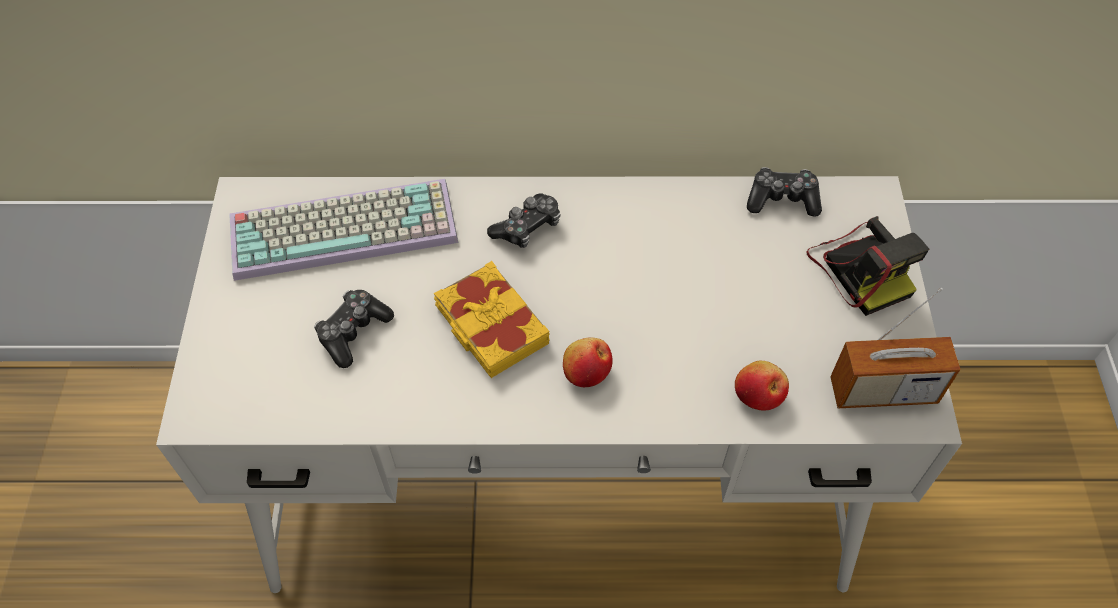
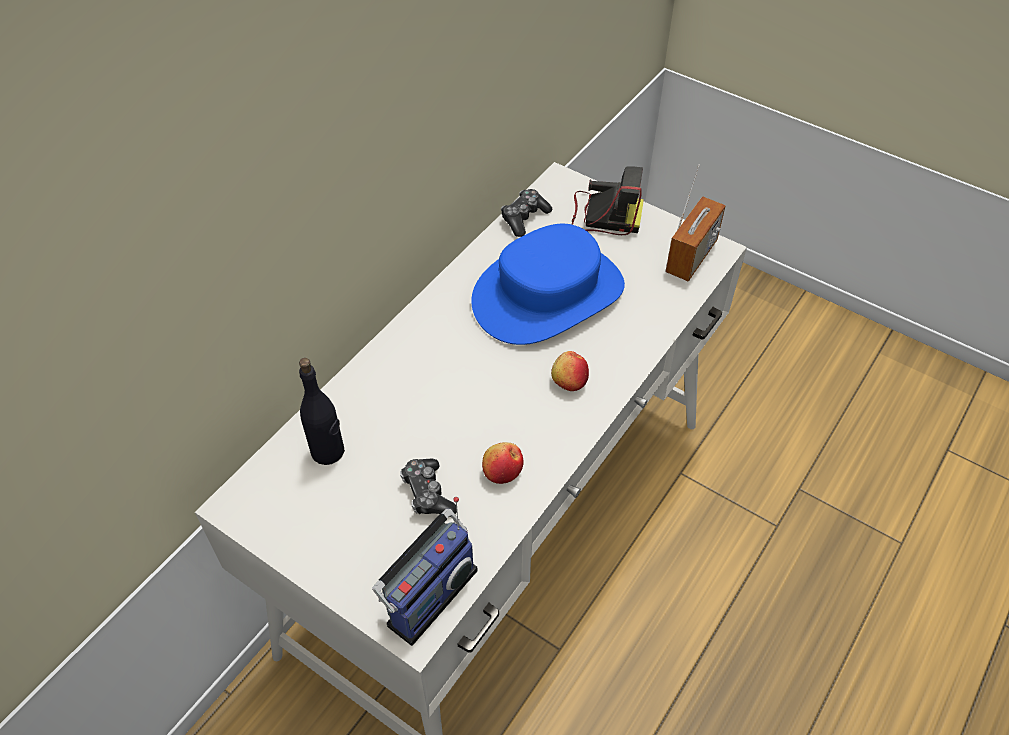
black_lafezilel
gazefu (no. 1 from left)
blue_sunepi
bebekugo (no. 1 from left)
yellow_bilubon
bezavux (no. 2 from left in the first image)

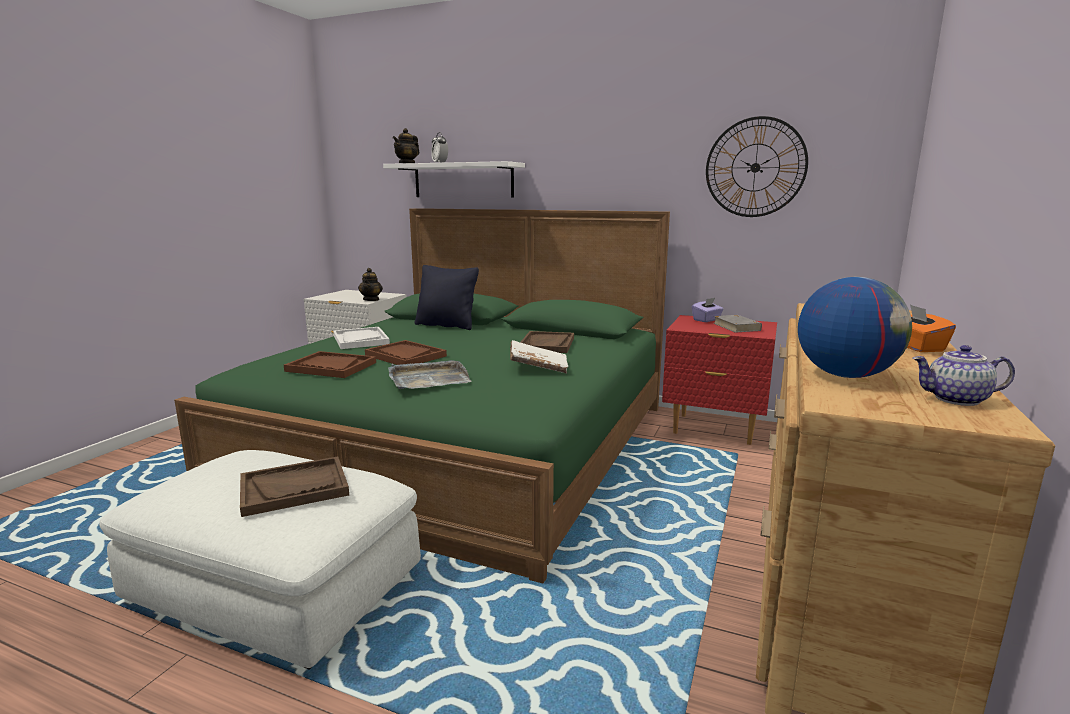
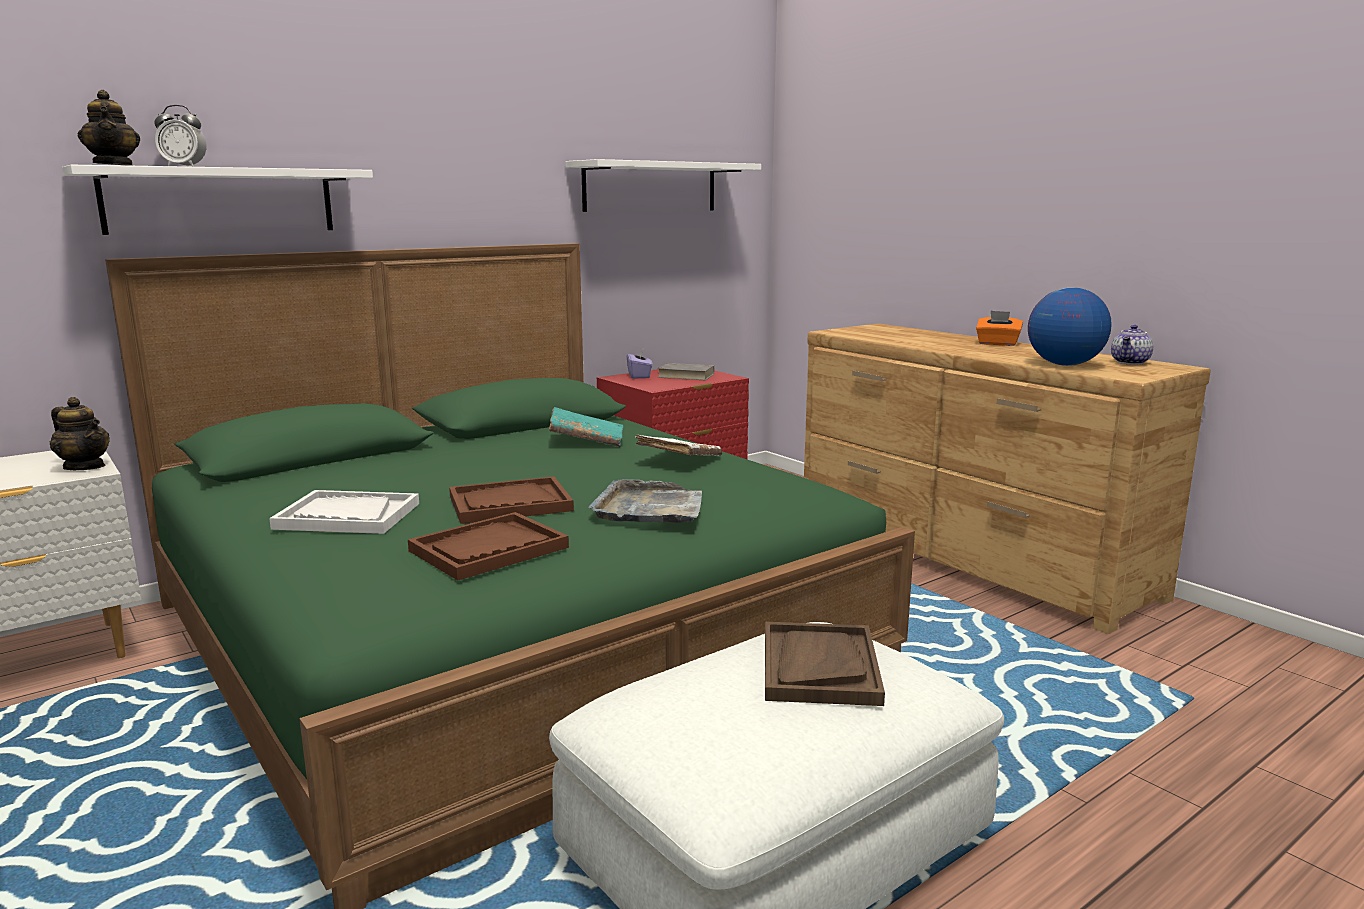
turquoise_bilubon
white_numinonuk (no. 2 from left)
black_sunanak

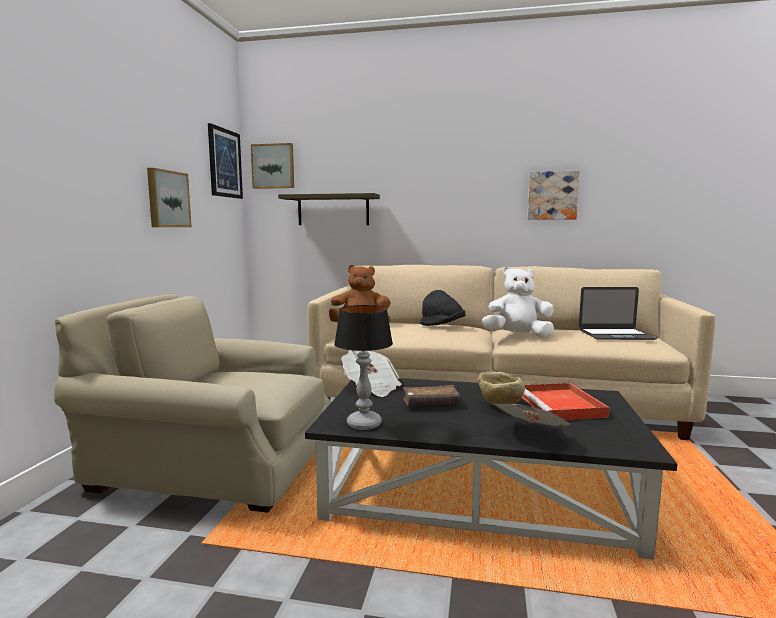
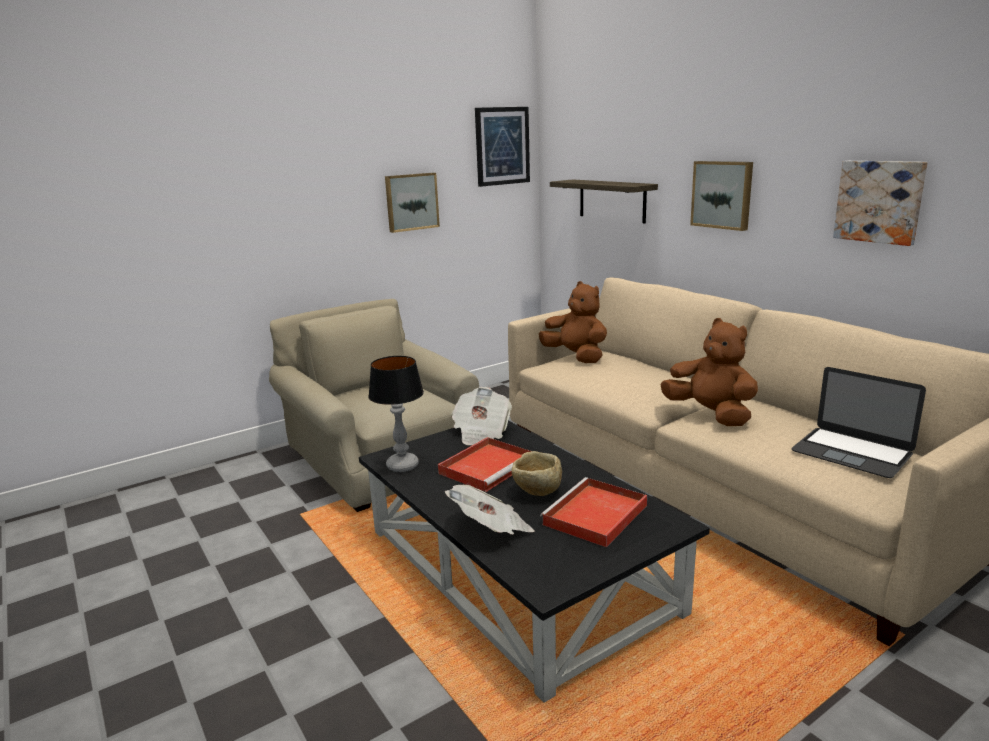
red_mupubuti (no. 1 from left)
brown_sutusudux (no. 2 from left)
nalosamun (no. 3 from left)
black_sunepi

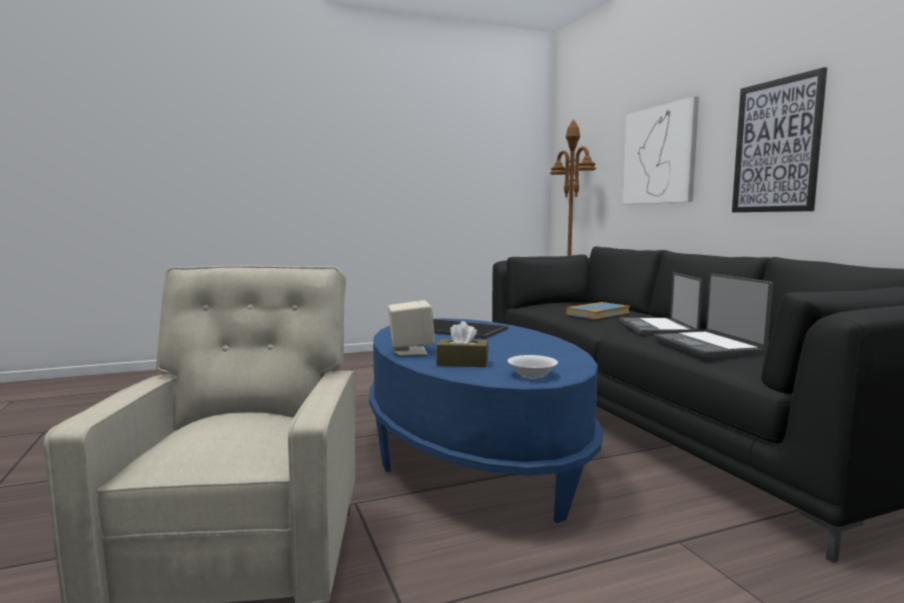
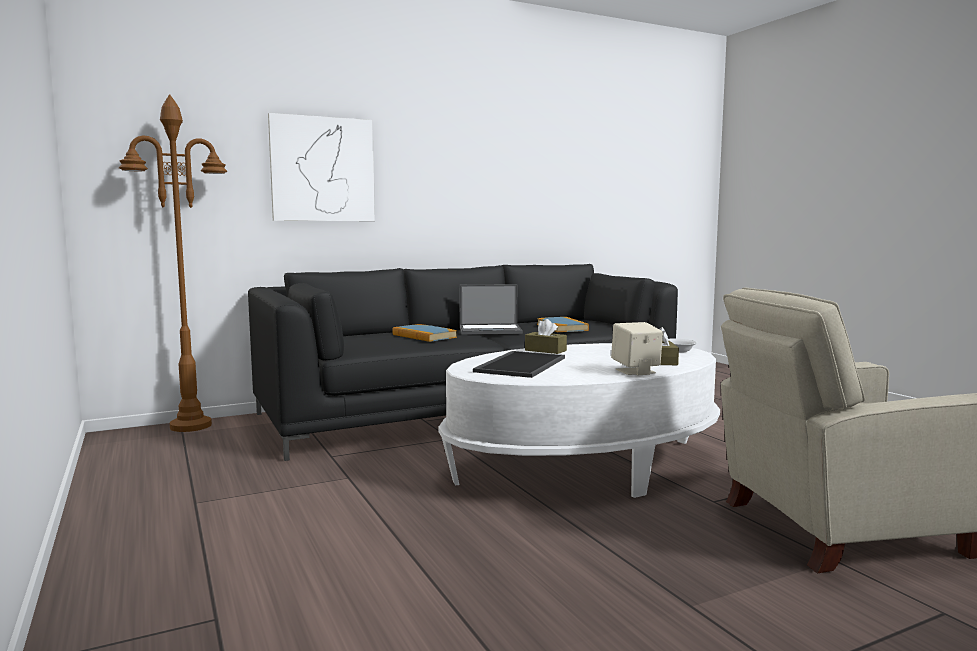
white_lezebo
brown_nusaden (no. 1 from left)
bilubon (no. 2 from left)
nalosamun (no. 2 from left in the first image)

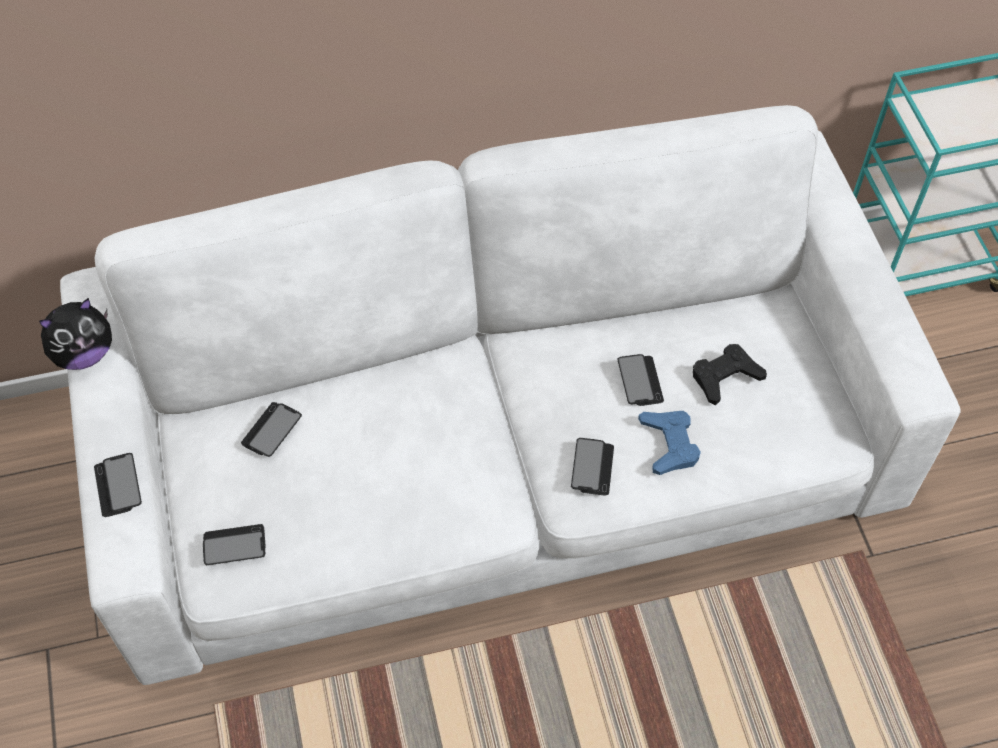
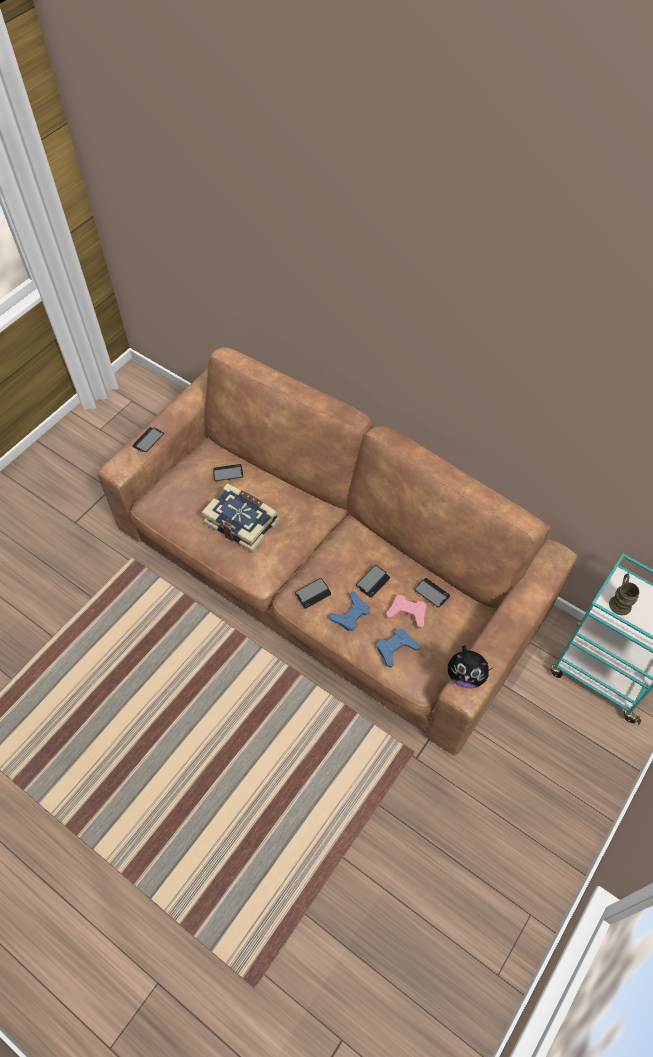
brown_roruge
bilubon
blue_bezavux (no. 2 from left)
pink_bezavux
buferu (no. 5 from left)
sutusudux
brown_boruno

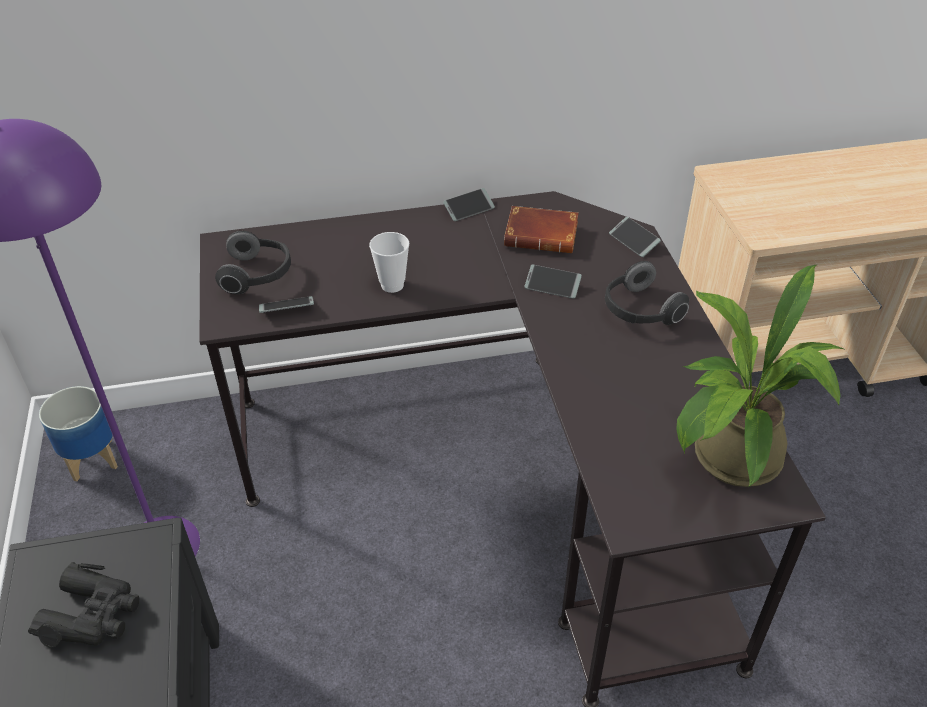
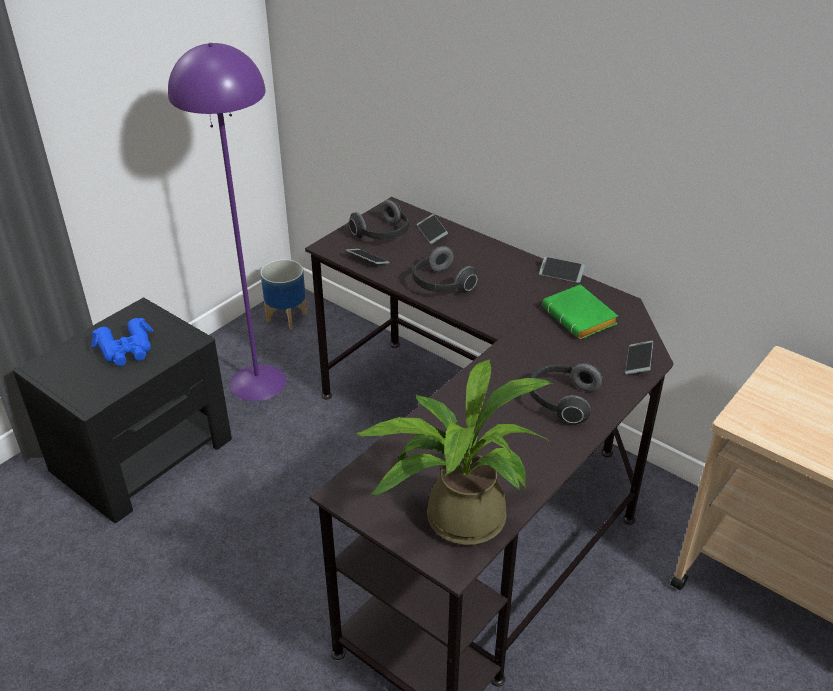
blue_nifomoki
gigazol (no. 2 from left)
buferu (no. 2 from left)
green_bilubon

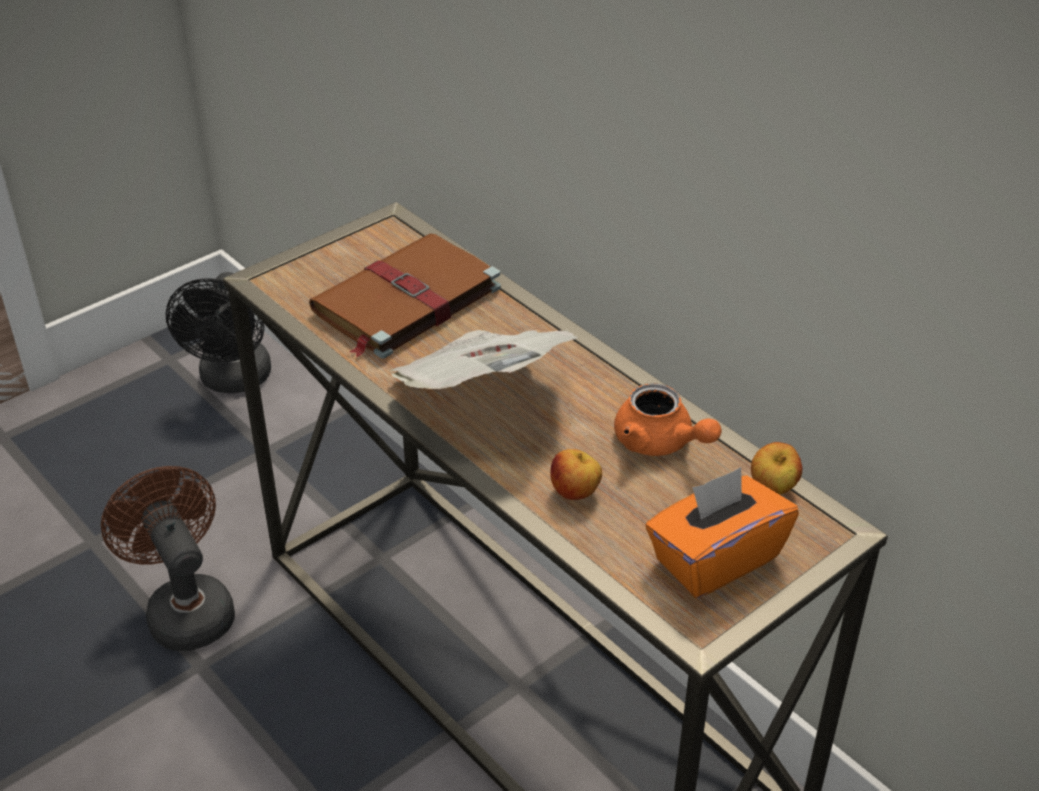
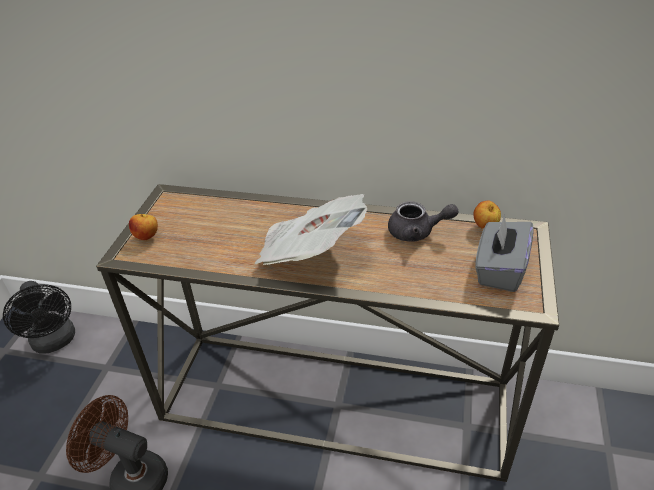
bebekugo (no. 1 from left)
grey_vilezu
grey_nusaden
brown_bilubon

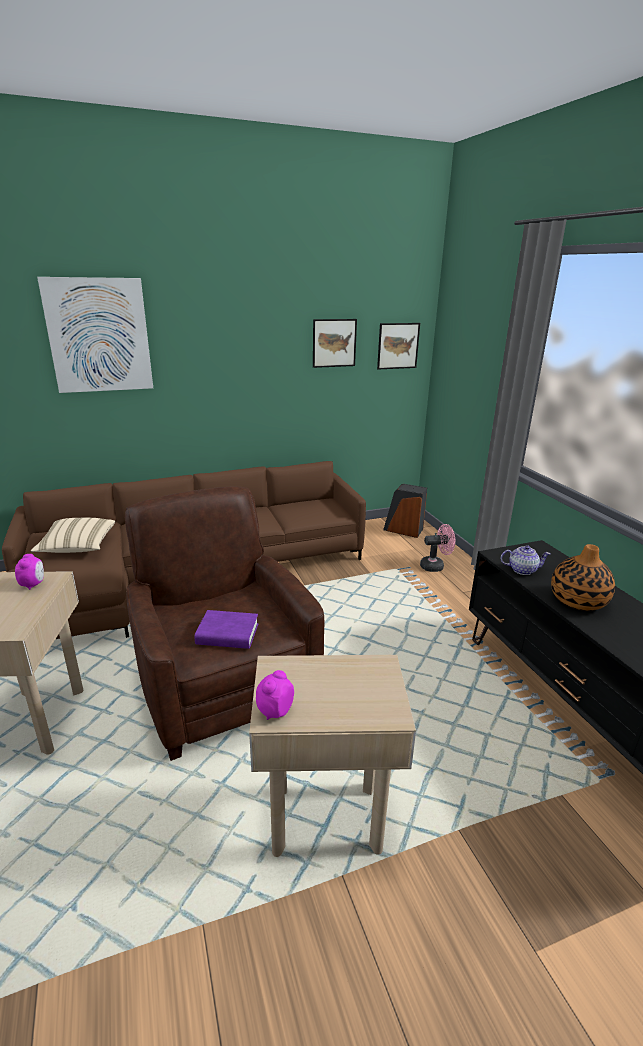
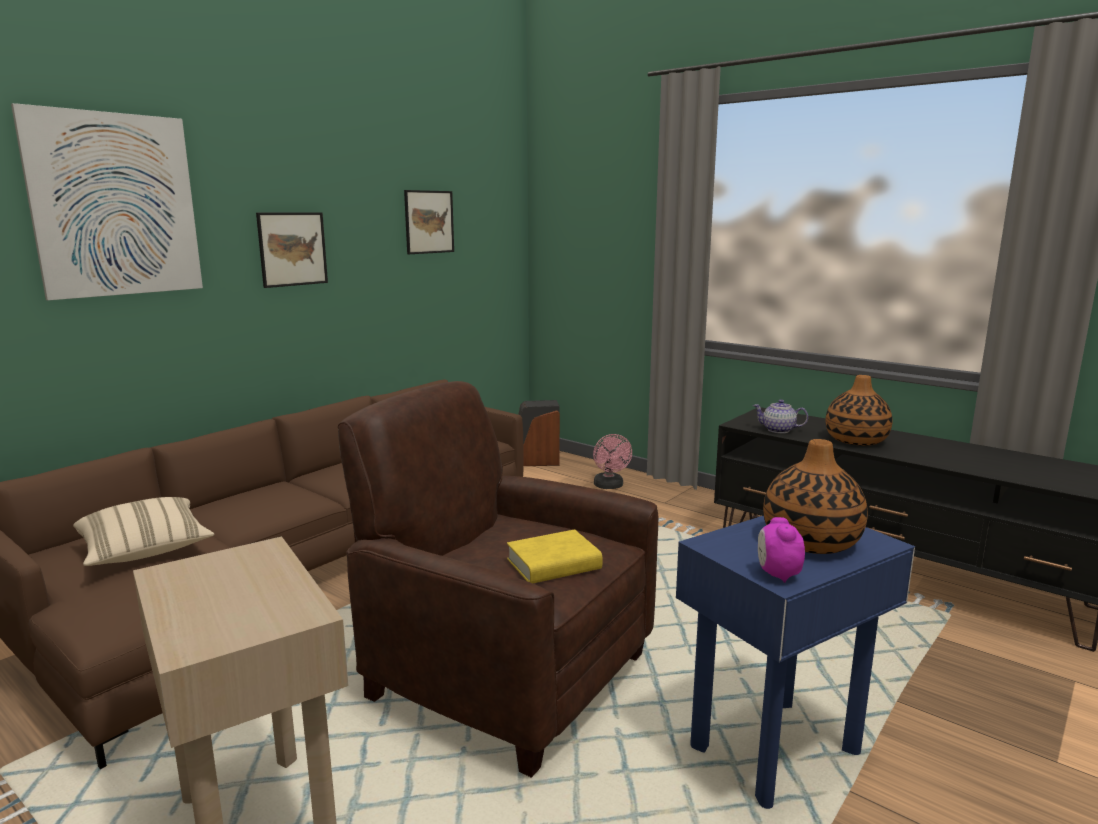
nalosamun (no. 2 from left)
yellow_bilubon
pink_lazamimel
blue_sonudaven
vilezu
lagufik (no. 1 from left)
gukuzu (no. 1 from left in the first image)

